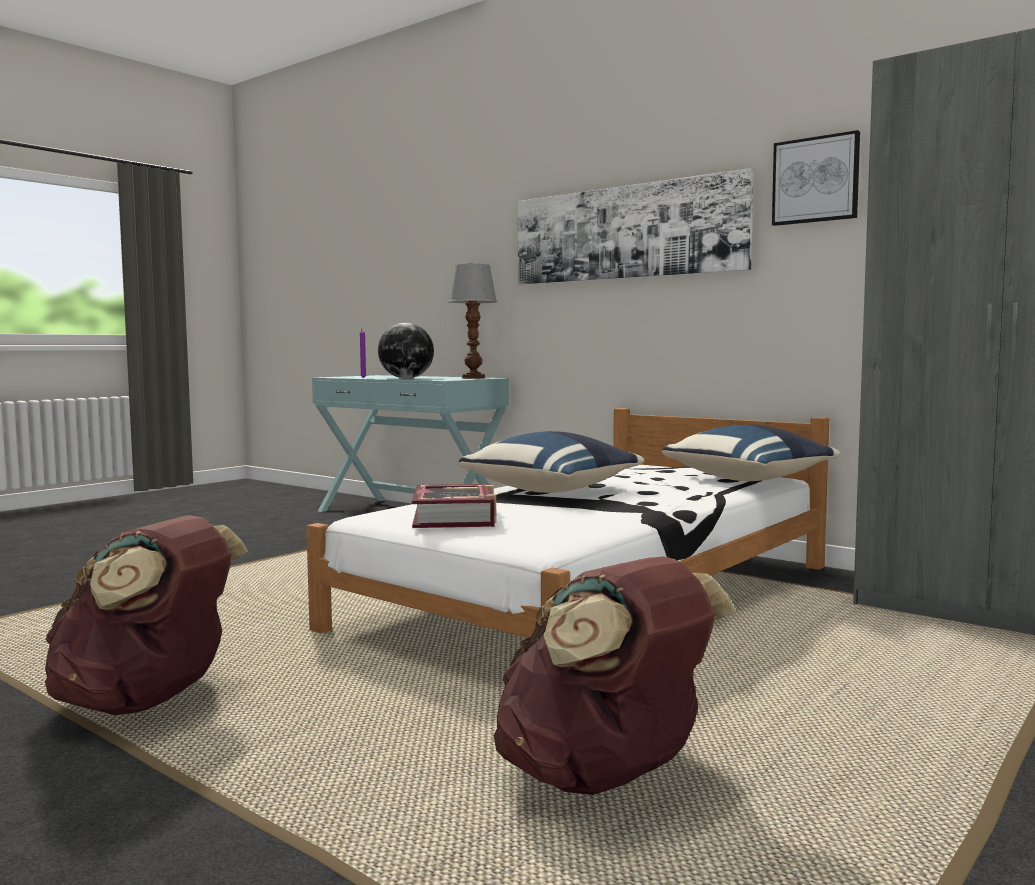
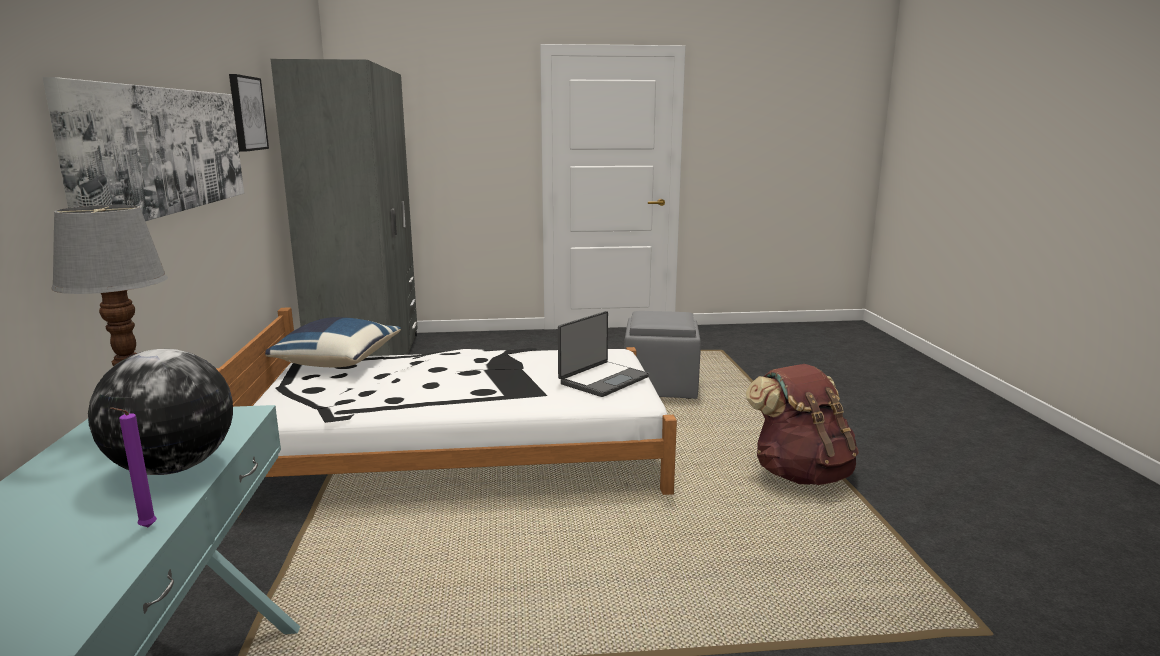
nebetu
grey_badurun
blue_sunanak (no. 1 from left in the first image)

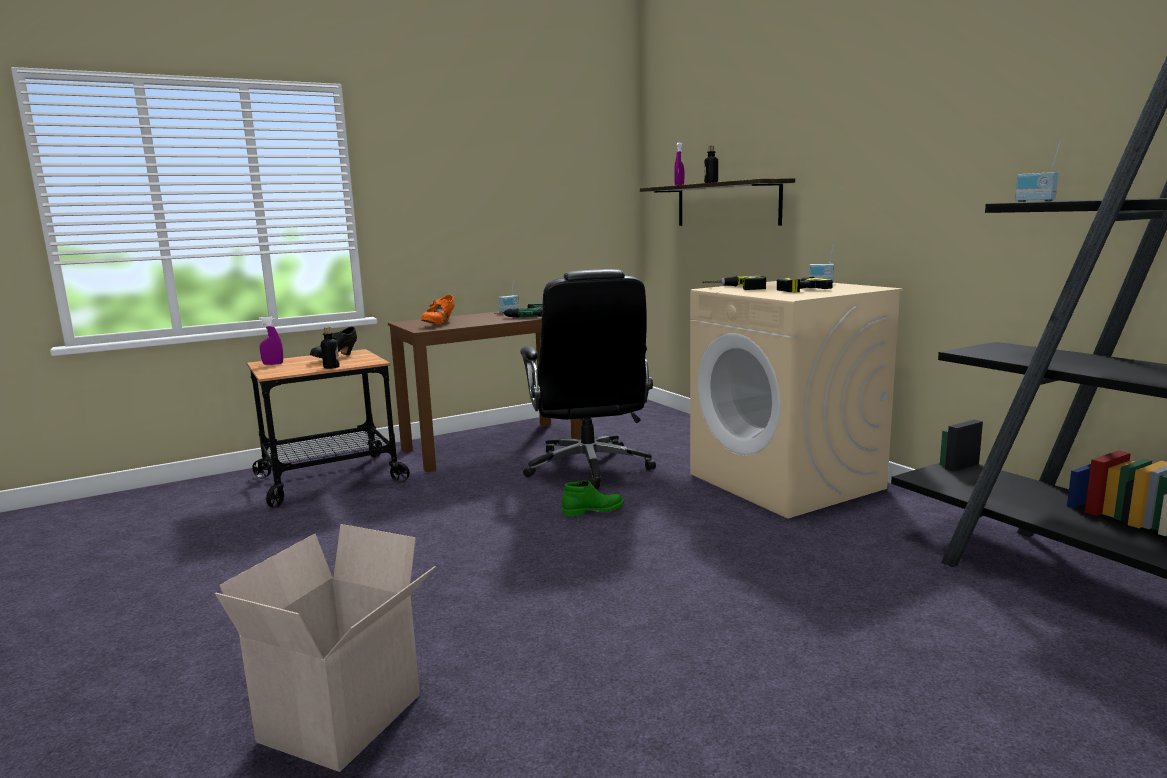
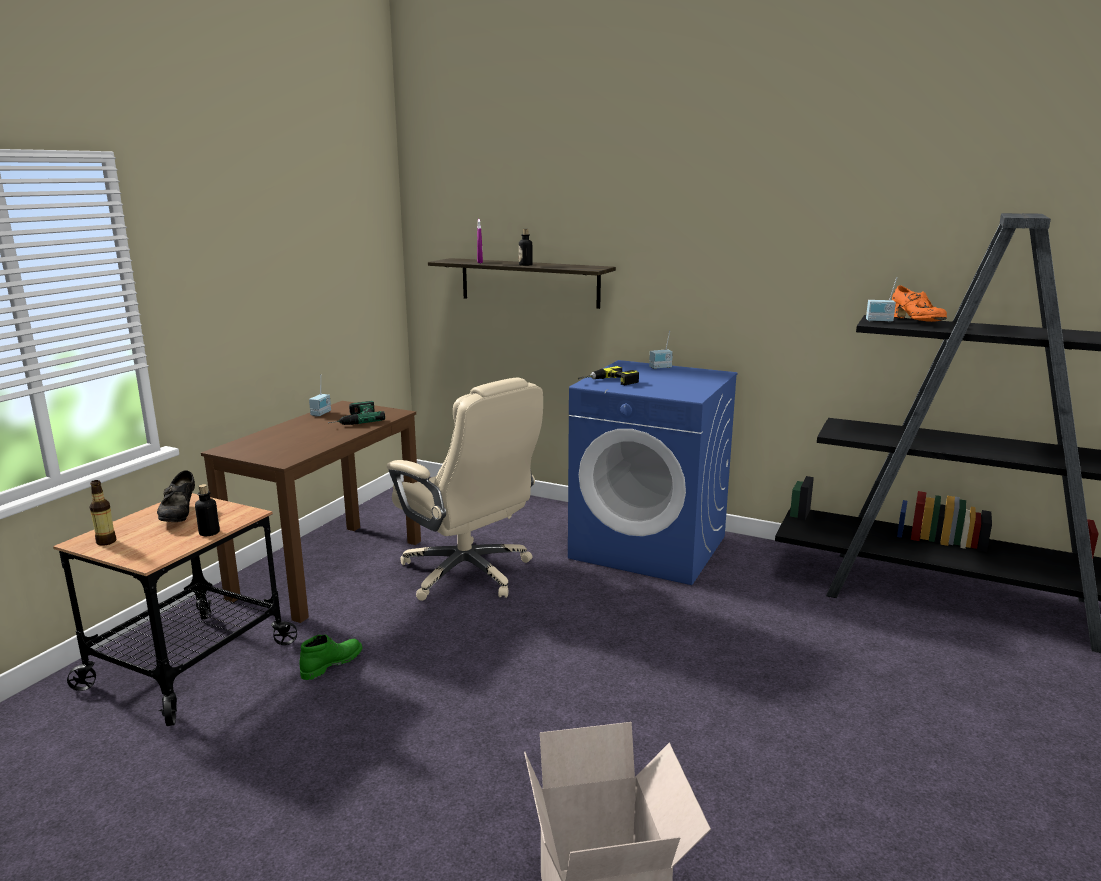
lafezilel (no. 1 from left)
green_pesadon
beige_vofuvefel
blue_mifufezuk
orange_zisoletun
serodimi (no. 3 from left in the first image)

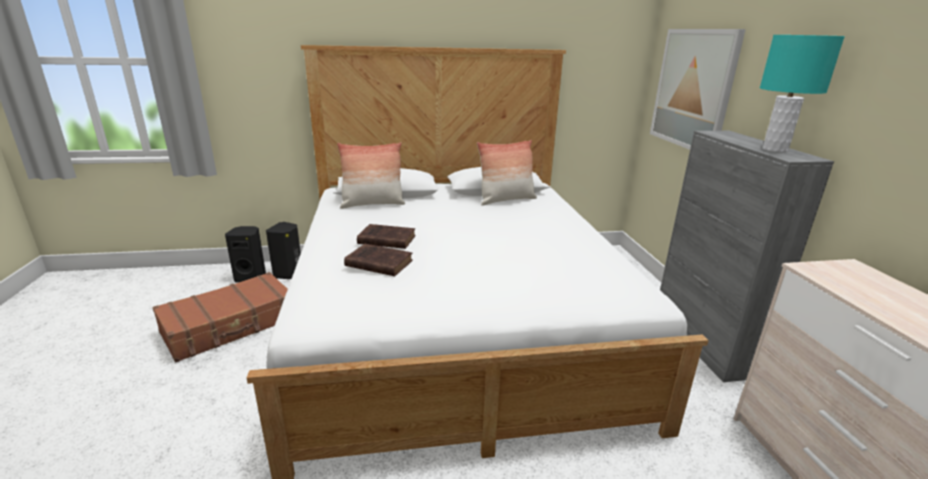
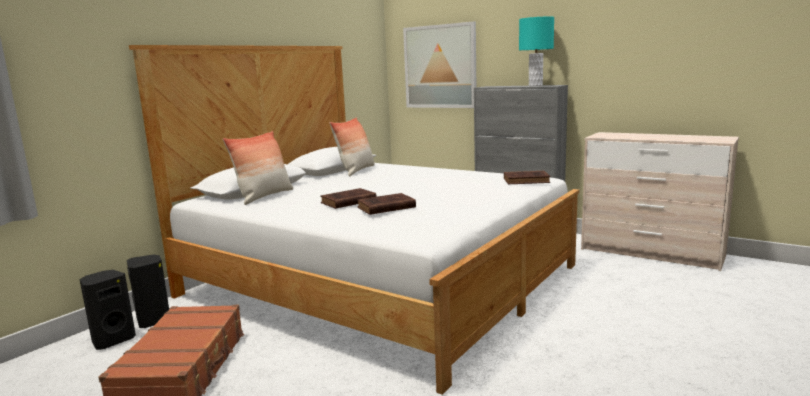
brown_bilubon (no. 3 from left)

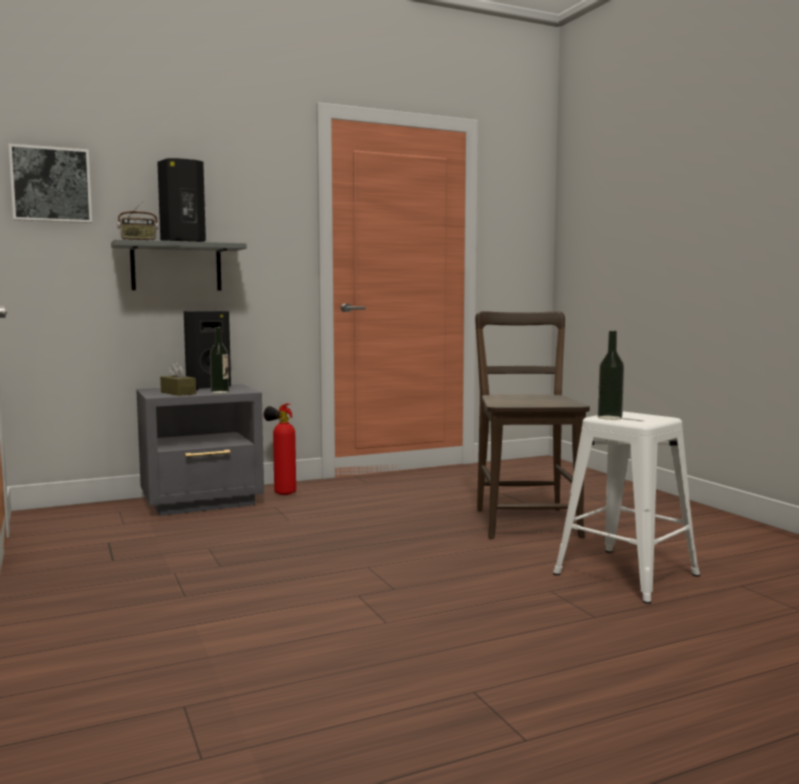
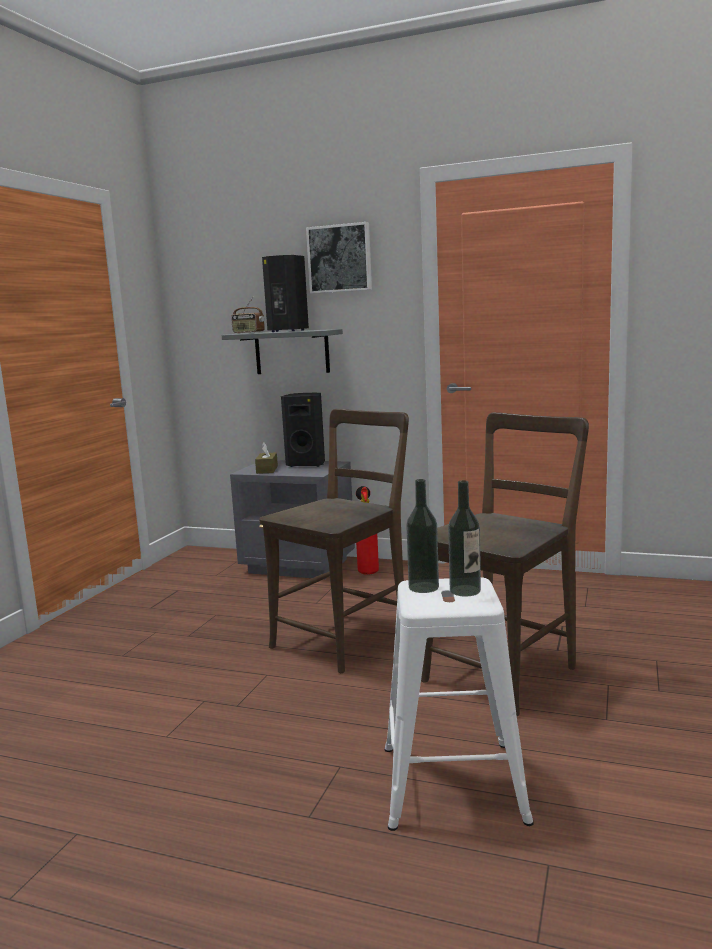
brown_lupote (no. 1 from left)
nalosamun
lafezilel (no. 2 from left)

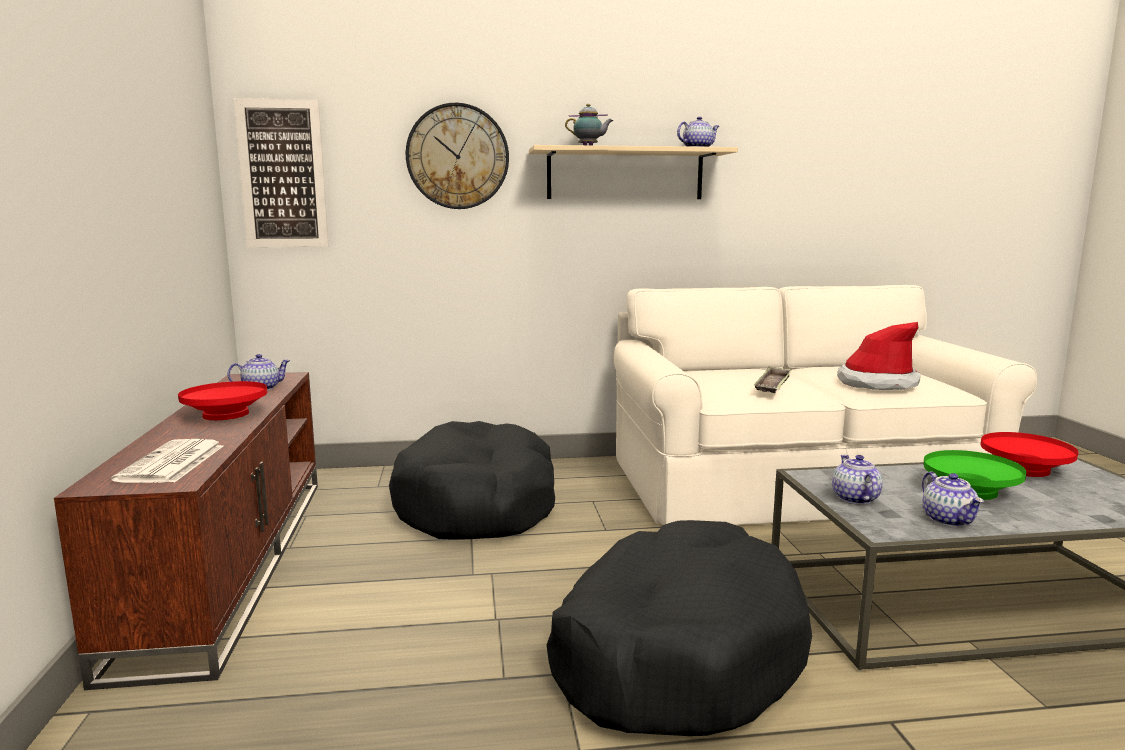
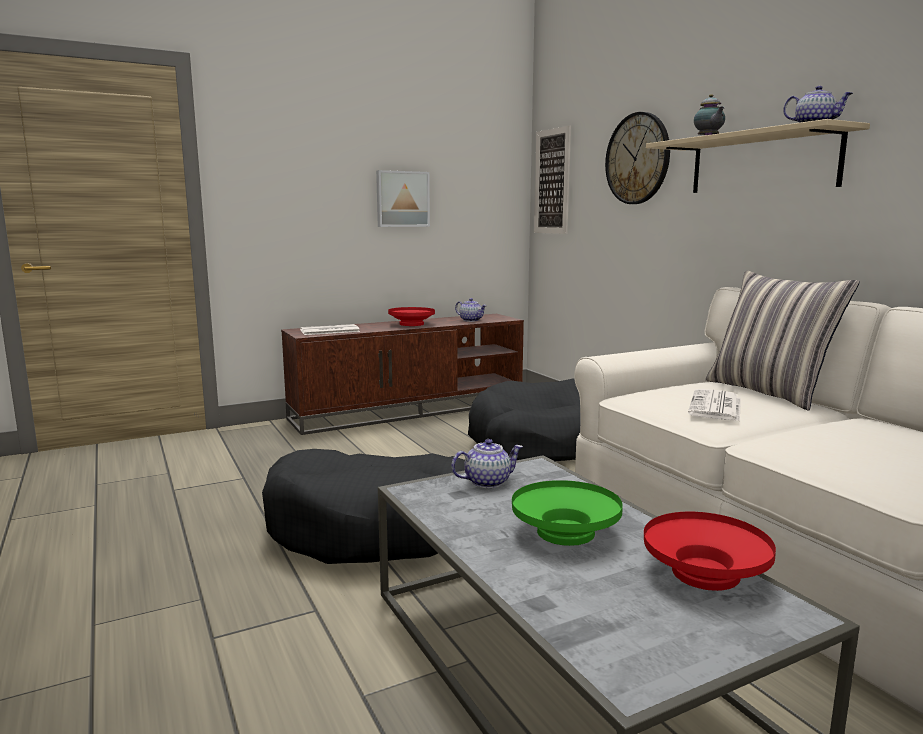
nalosamun (no. 1 from left)
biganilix (no. 2 from left)
sunanak
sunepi
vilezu (no. 5 from left in the first image)

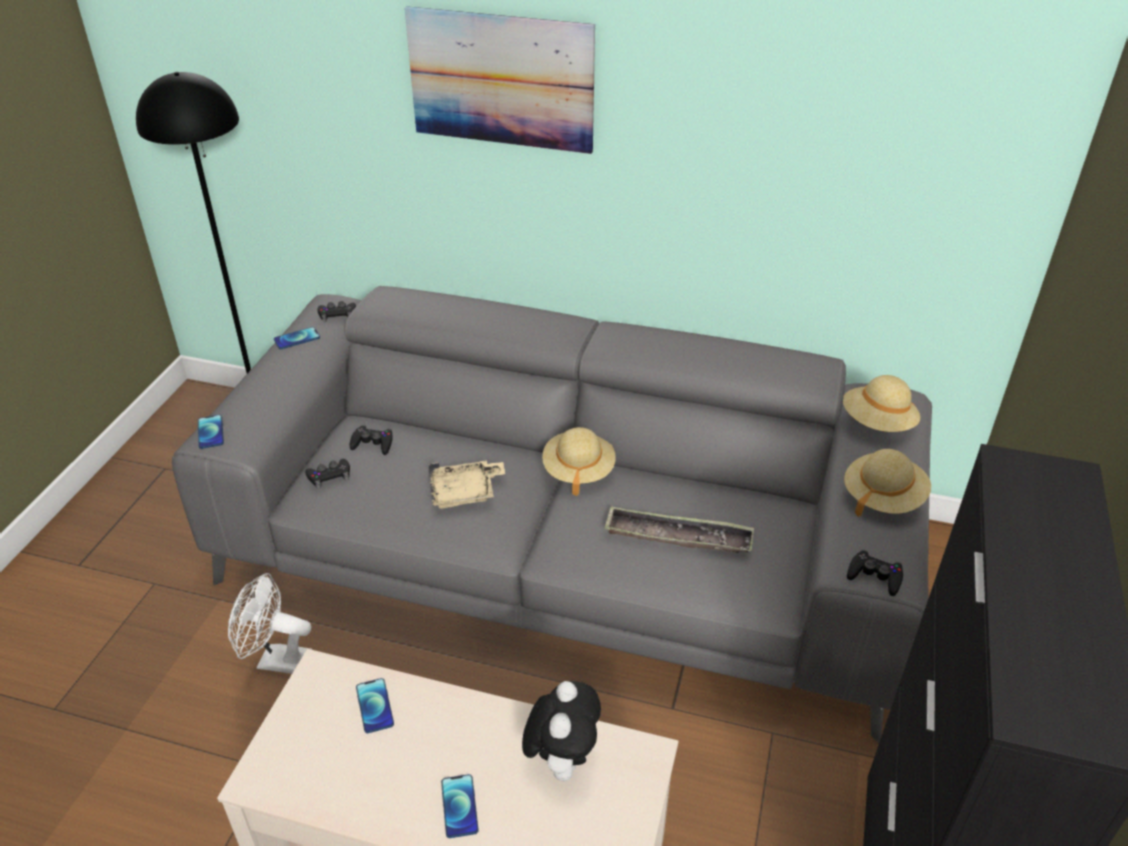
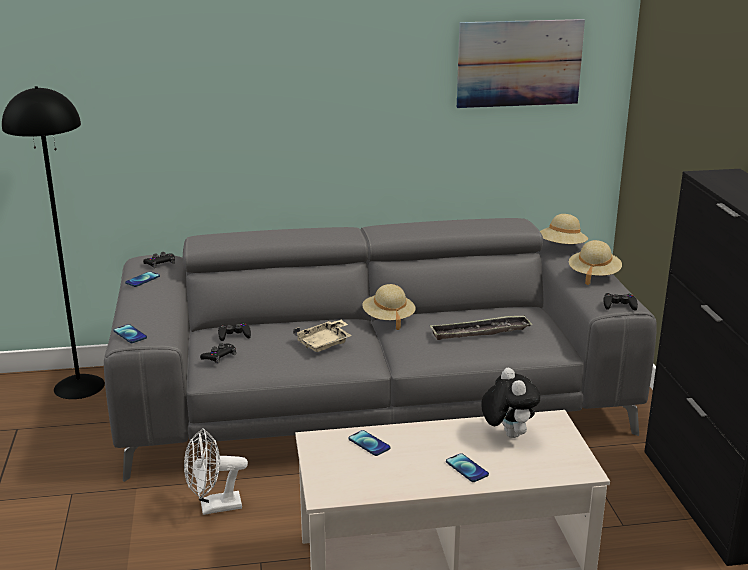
nalosamun

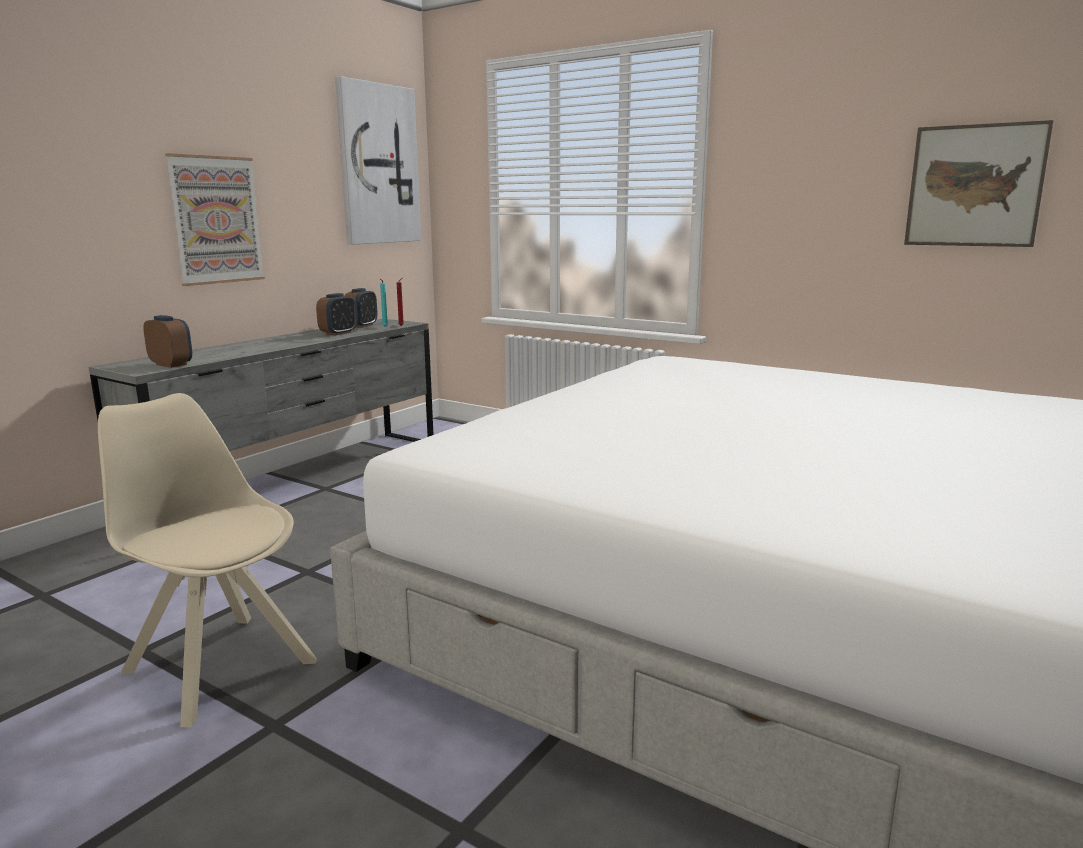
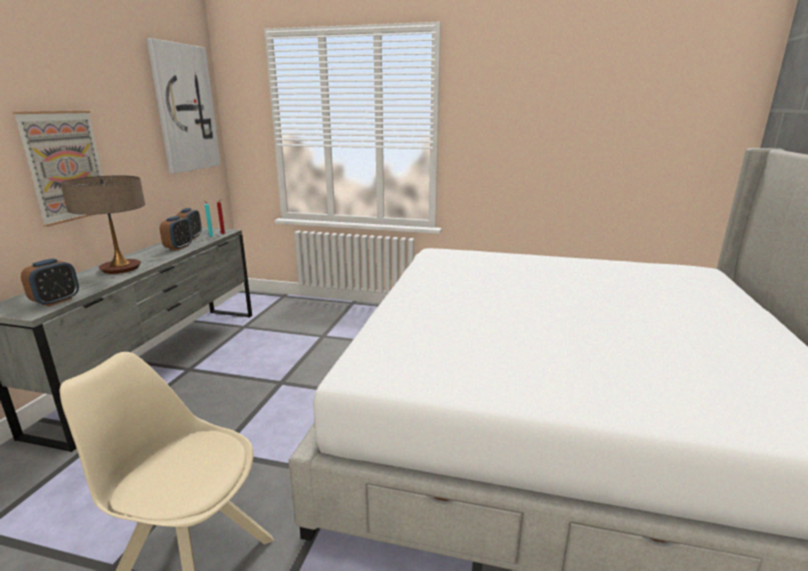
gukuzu (no. 1 from left)
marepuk
nalosamun (no. 3 from left in the first image)

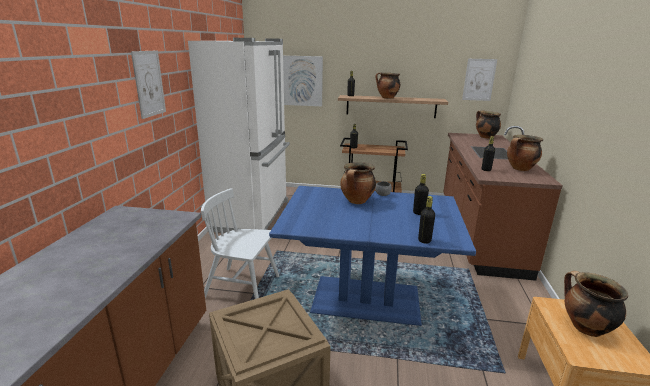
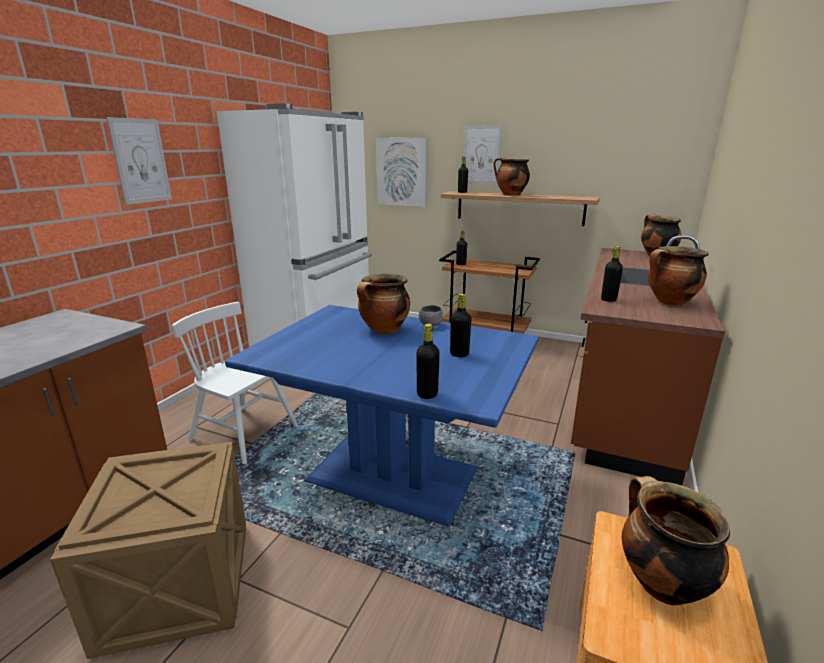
nalosamun (no. 3 from left)

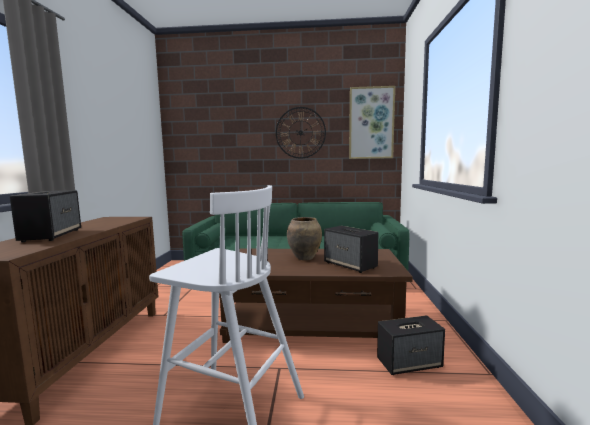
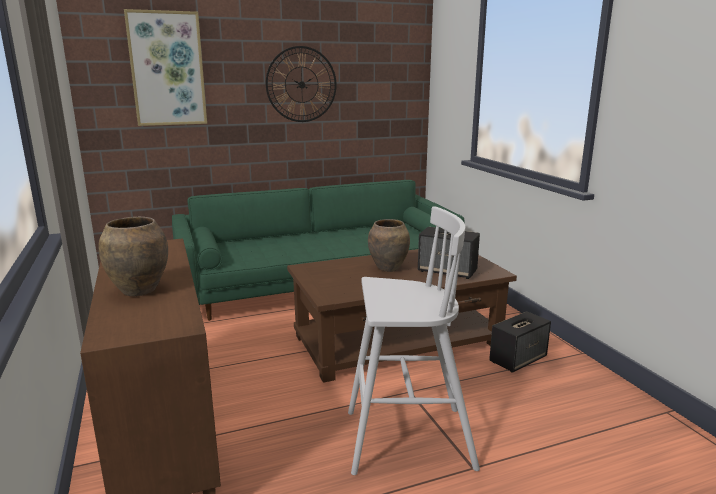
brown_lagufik (no. 1 from left)
nalosamun

